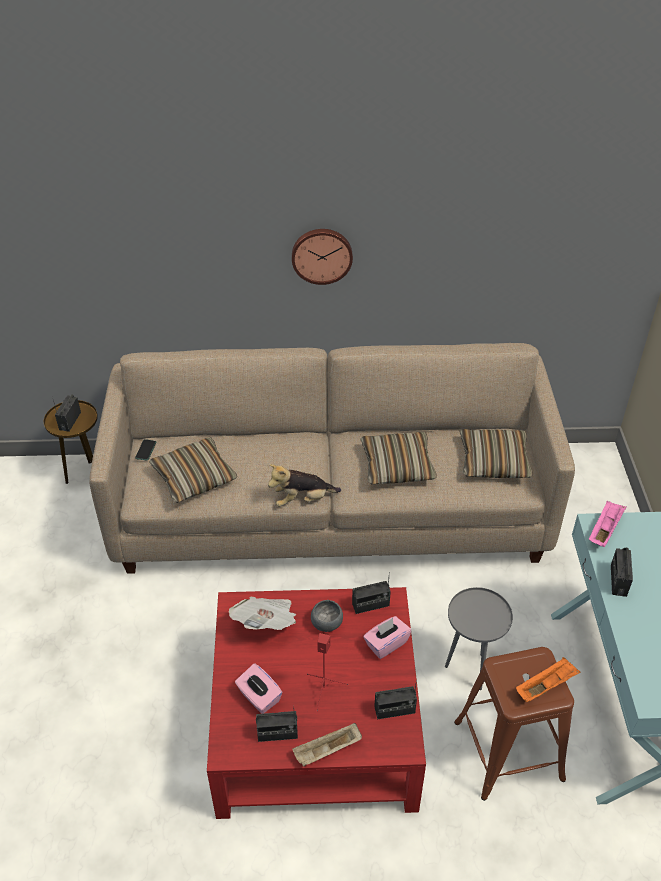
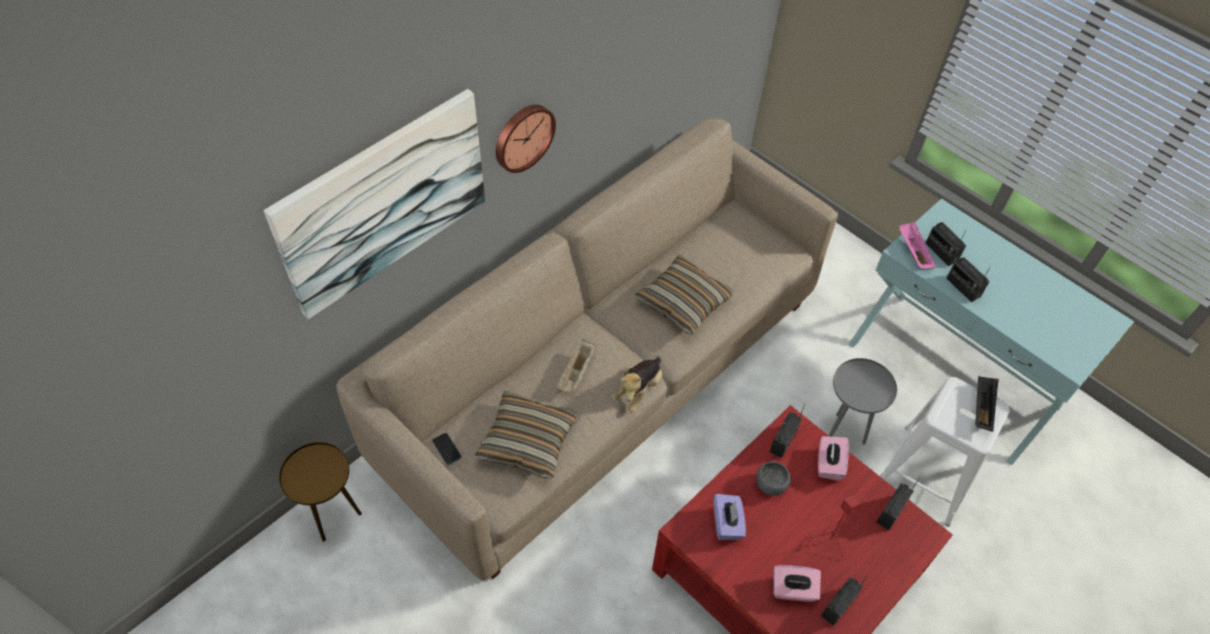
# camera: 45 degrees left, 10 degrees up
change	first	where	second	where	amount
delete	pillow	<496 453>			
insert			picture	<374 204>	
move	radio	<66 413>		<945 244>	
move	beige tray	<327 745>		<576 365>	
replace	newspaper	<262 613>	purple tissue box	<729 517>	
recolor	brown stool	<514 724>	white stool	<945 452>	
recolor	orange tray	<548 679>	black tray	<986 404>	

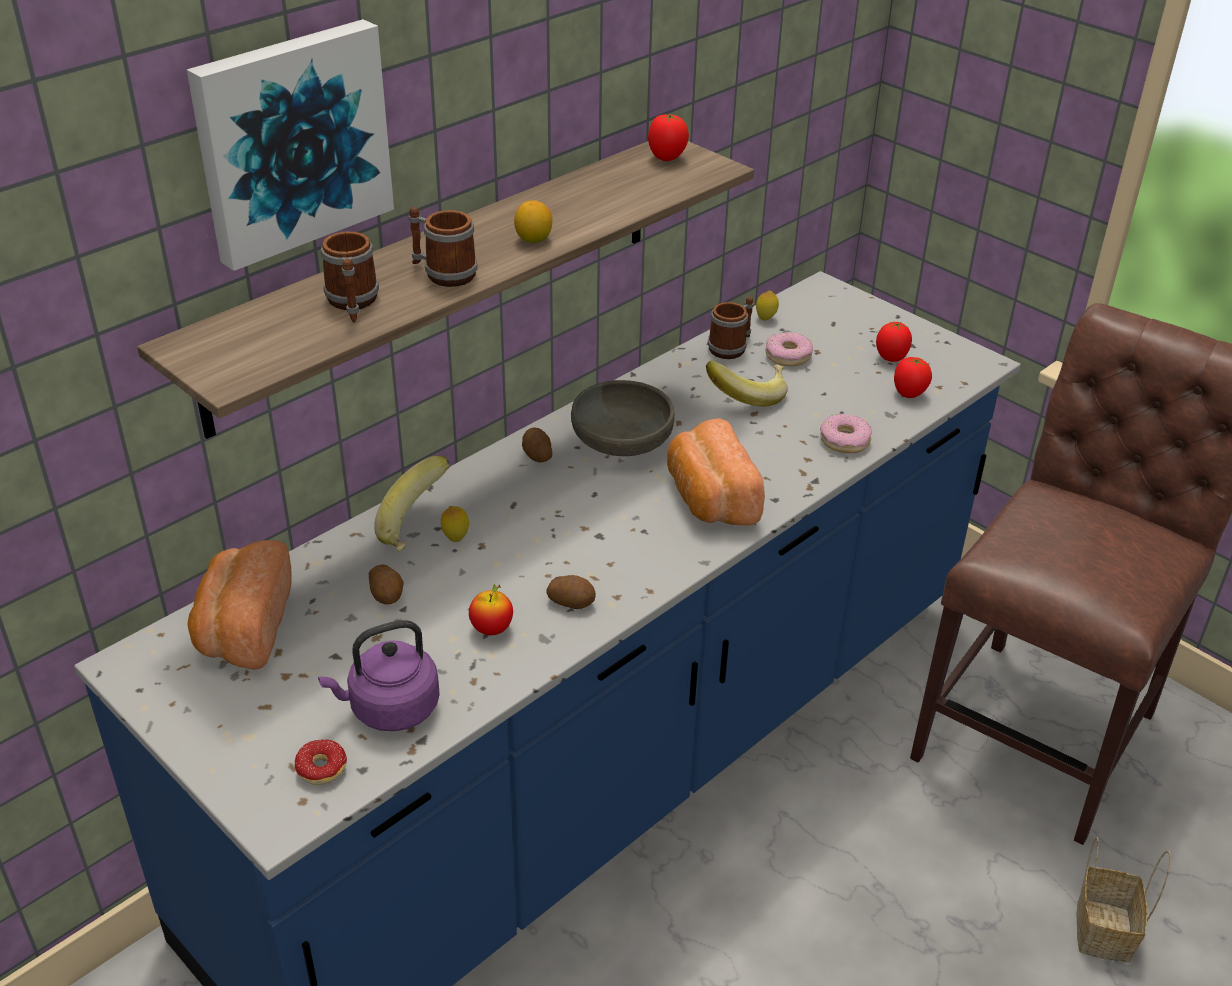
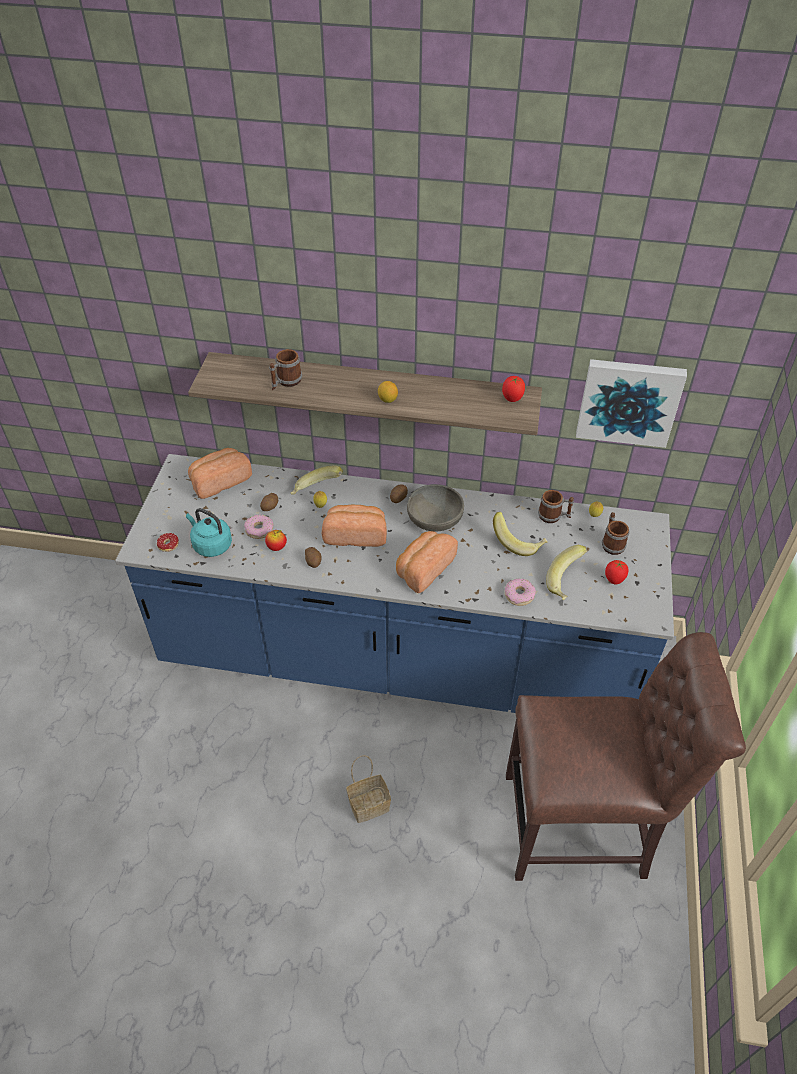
# camera: 55 degrees right, 10 degrees up
change	first	where	second	where	amount
delete	tomato	<913 377>			
insert			bread	<354 526>	
insert			banana	<566 572>	
move	picture	<290 145>		<631 403>	
move	mug	<443 247>		<615 533>	
move	donut	<789 349>		<259 526>	
move	basket	<1124 900>		<368 789>	
recolor	purple kettle	<379 675>	turquoise kettle	<209 532>	

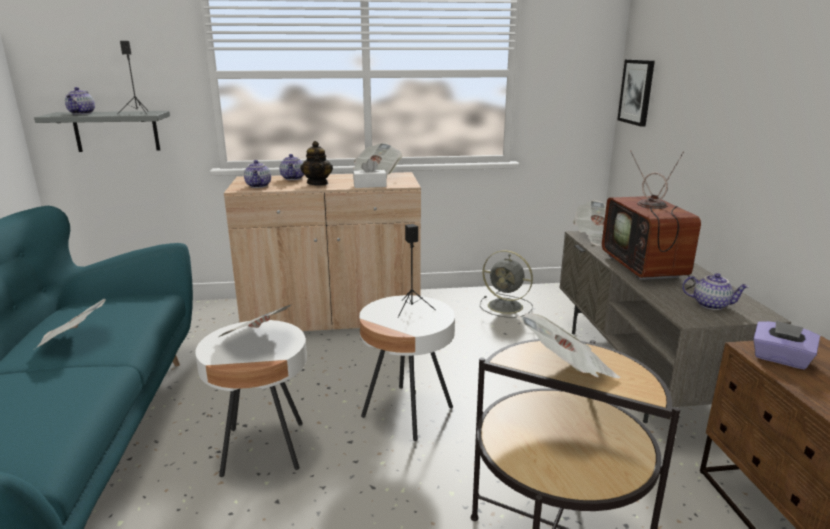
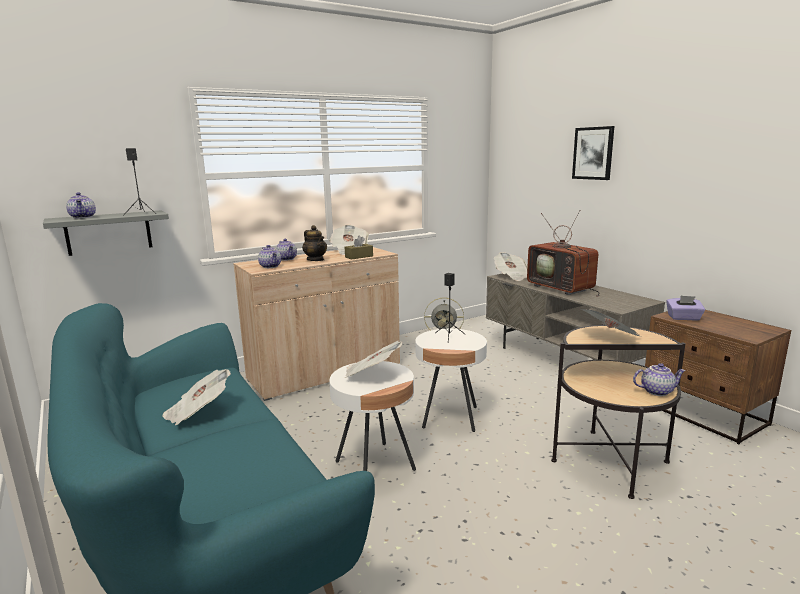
# camera: 25 degrees left, 5 degrees down
change	first	where	second	where	amount
move	picture	<636 93>		<593 153>	
move	teapot	<715 291>		<659 379>	
recolor	white tissue box	<370 173>	brown tissue box	<359 248>	

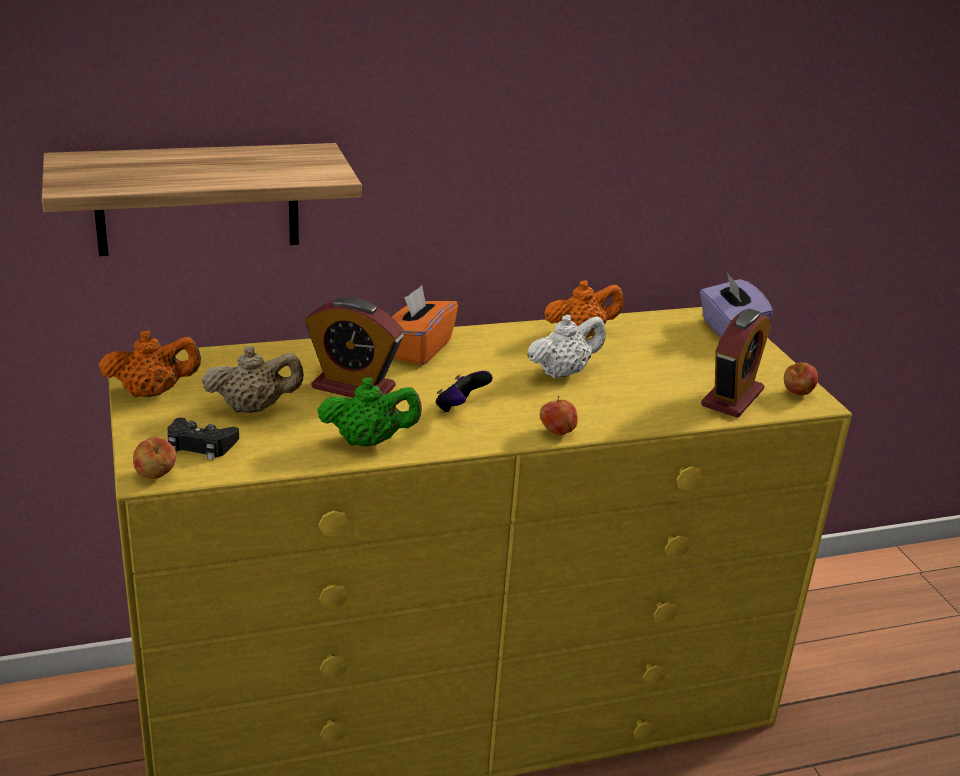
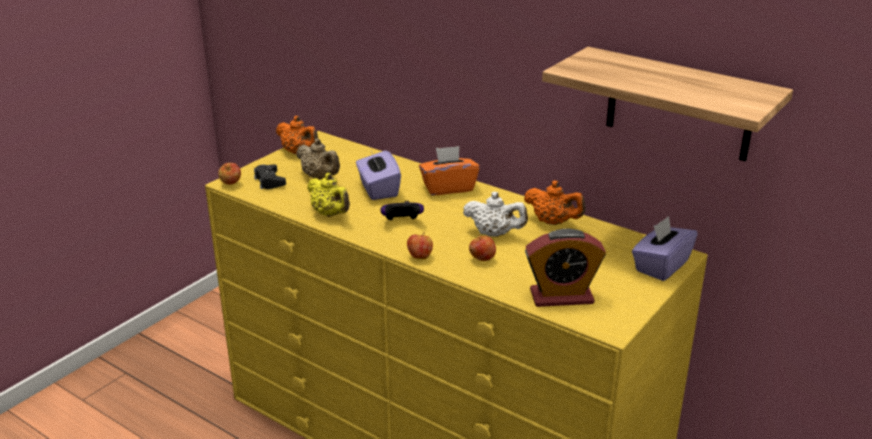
# camera: 55 degrees right, 0 degrees up
change	first	where	second	where	amount
move	shelf	<202 199>		<667 104>	
move	apple	<801 378>		<482 247>	
replace	alarm clock	<354 347>	purple tissue box	<378 173>	
recolor	green teapot	<369 411>	yellow teapot	<328 195>	

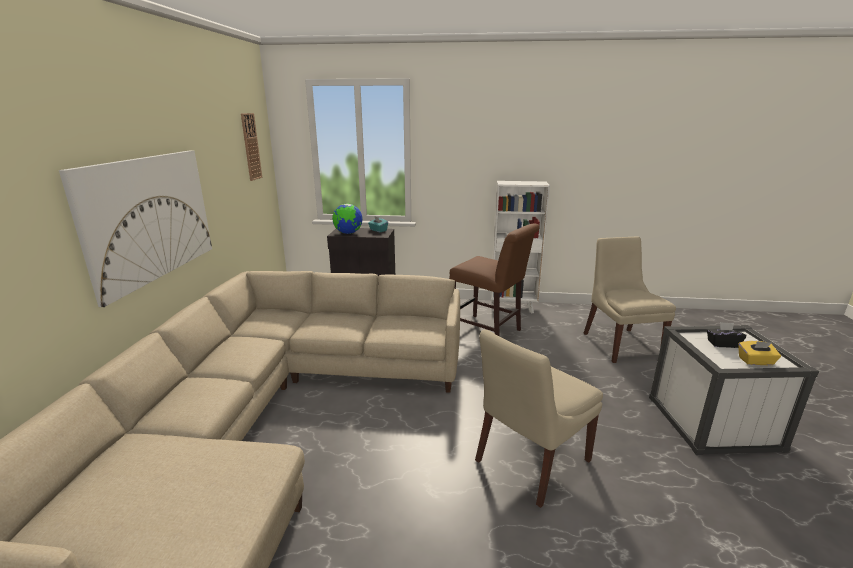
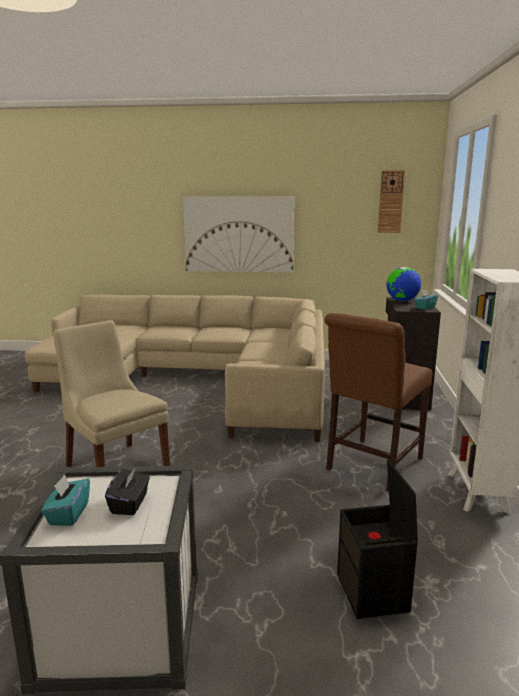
# camera: 90 degrees right, 5 degrees down
change	first	where	second	where	amount
replace	beige chair	<629 299>	black storage box	<377 539>	
recolor	yellow tissue box	<760 353>	turquoise tissue box	<65 500>	

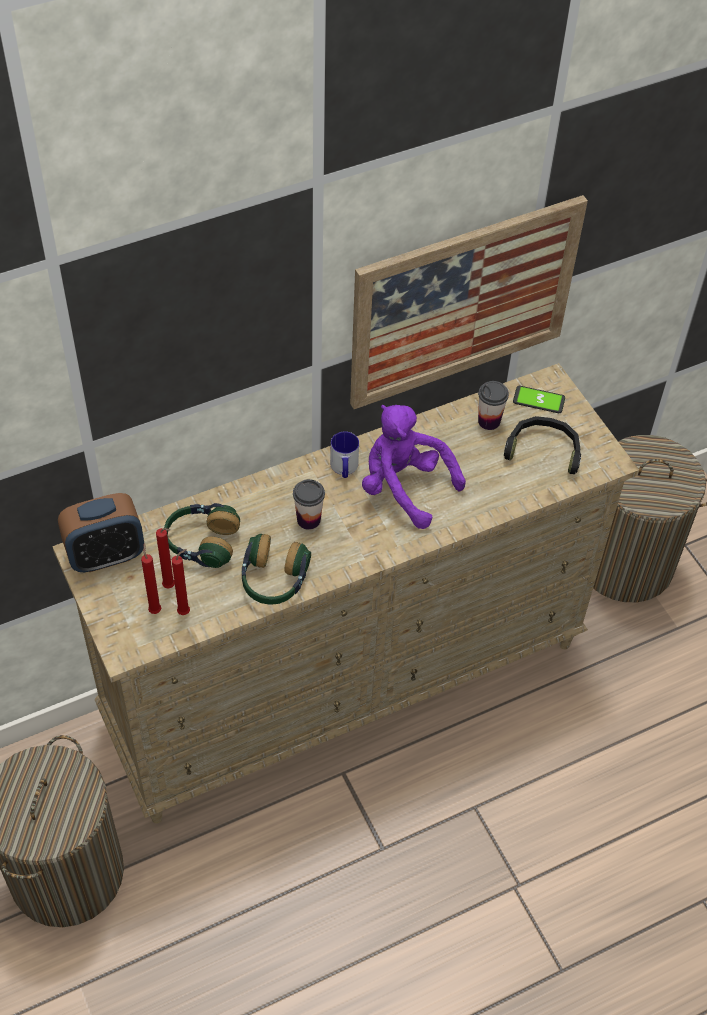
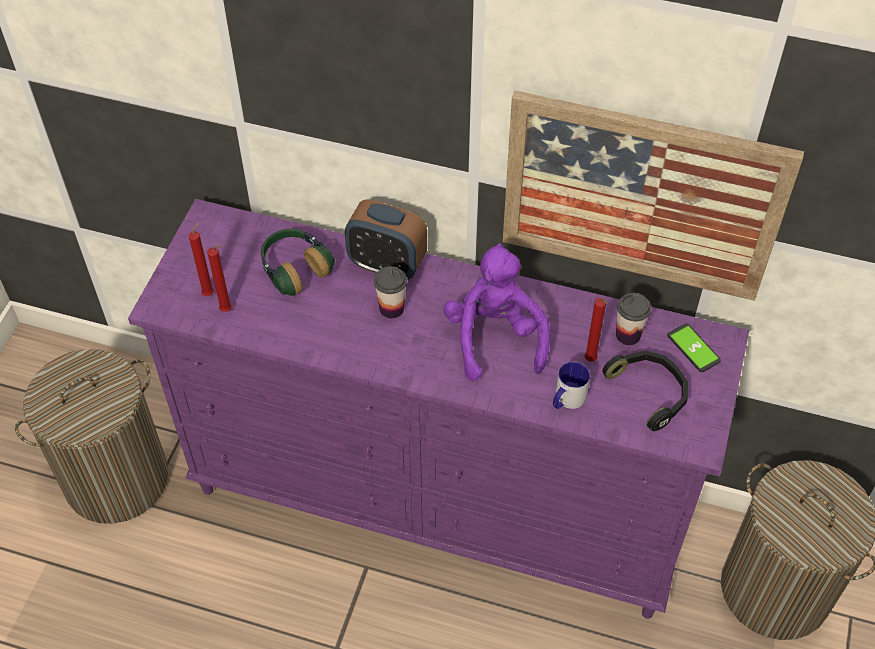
# camera: 45 degrees right, 0 degrees up
change	first	where	second	where	amount
delete	headphones	<276 569>			
move	alarm clock	<101 532>		<386 239>	
move	red candle	<165 558>		<596 330>	
move	mug	<344 454>		<571 385>	
recolor	beige dresser	<346 593>	purple dresser	<438 409>	

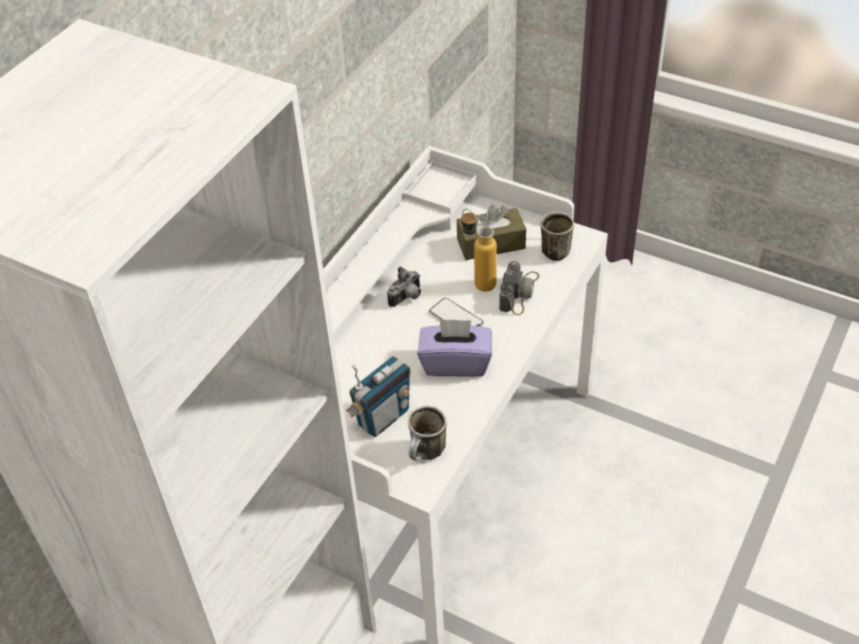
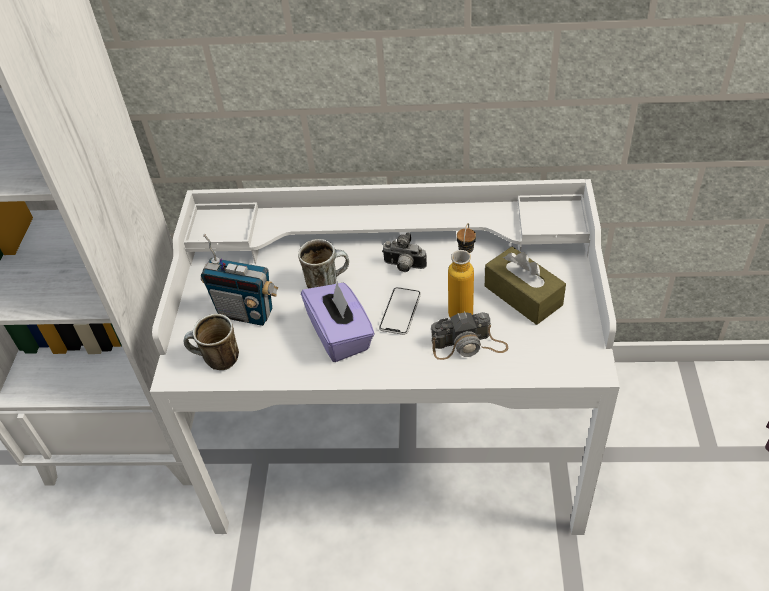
# camera: 65 degrees right, 0 degrees up
change	first	where	second	where	amount
move	mug	<557 236>		<323 263>	

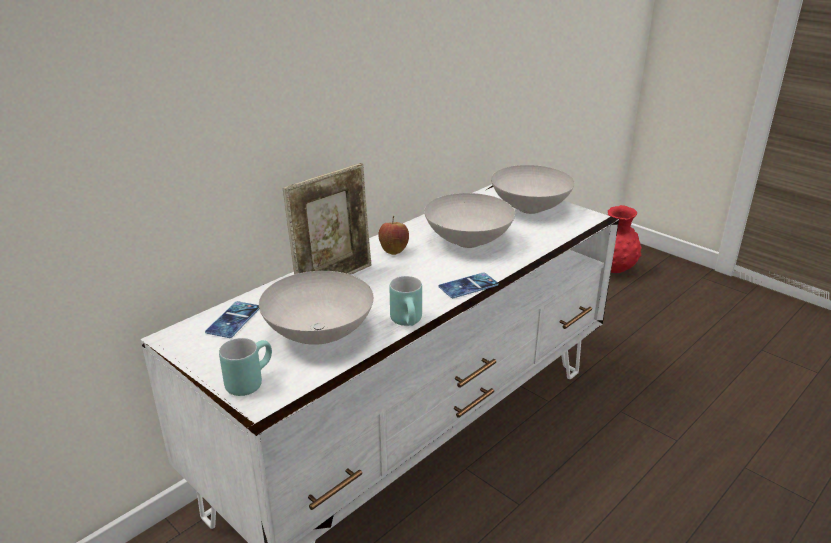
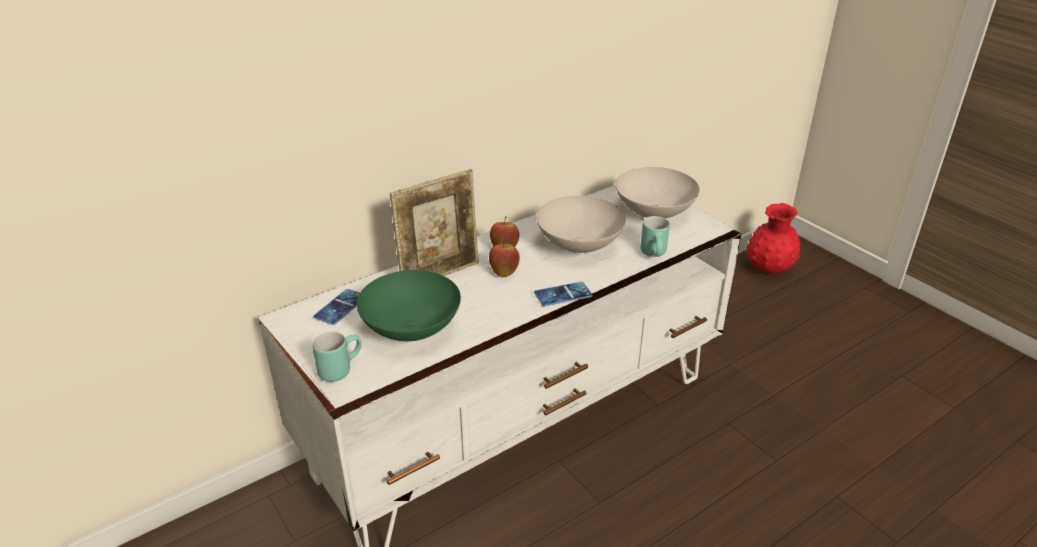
# camera: 10 degrees right, 5 degrees up
change	first	where	second	where	amount
insert			apple	<504 257>	
move	turquoise mug	<406 301>		<655 236>	
recolor	white bowl	<316 308>	green bowl	<409 305>	

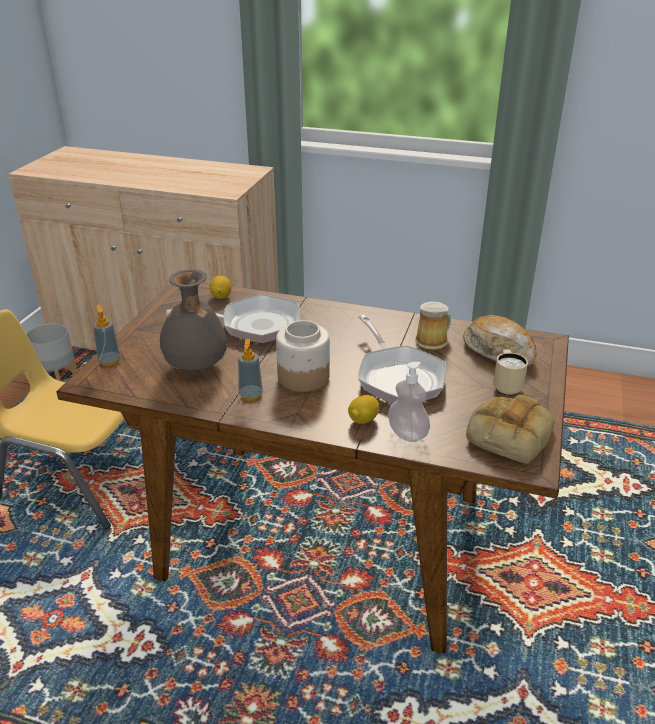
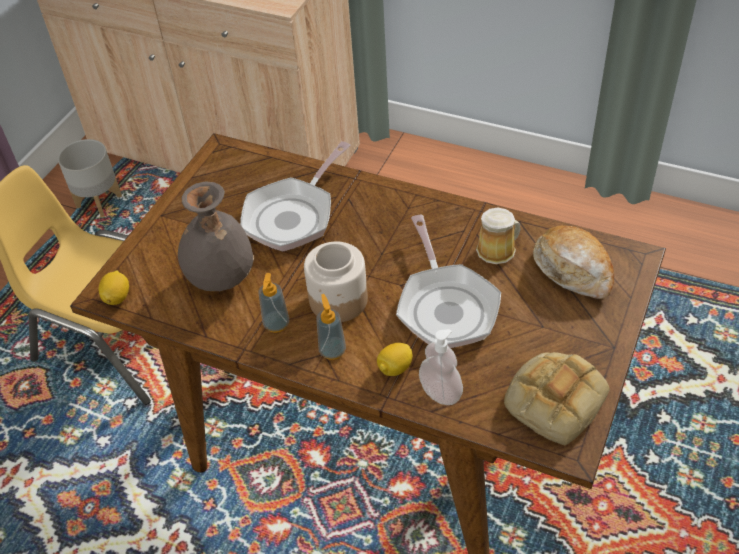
# camera: 10 degrees right, 15 degrees up
change	first	where	second	where	amount
delete	beige mug	<510 372>			
move	soap dispenser	<107 335>		<331 327>	
move	lemon	<220 287>		<114 287>	
rotate	frying pan	<233 319>		<295 196>	120 degrees clockwise

